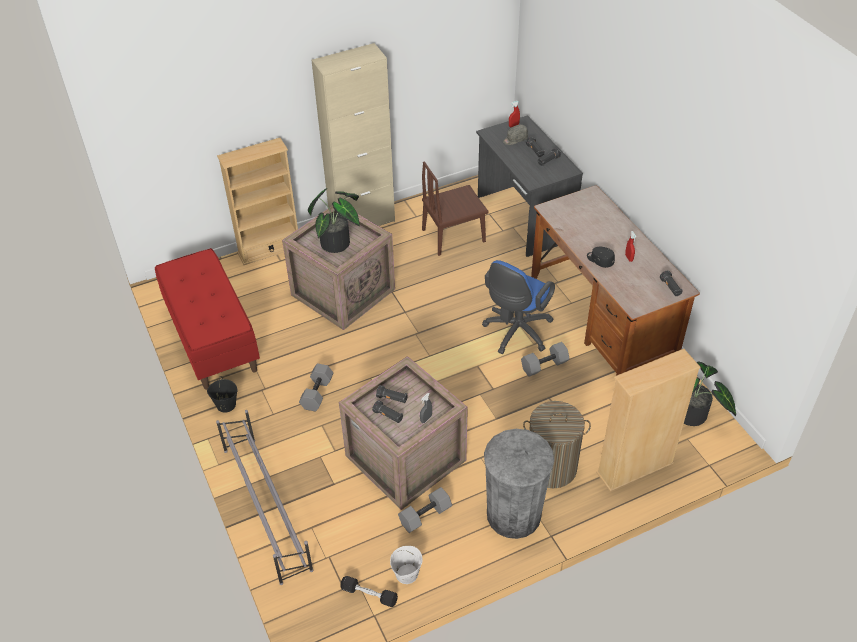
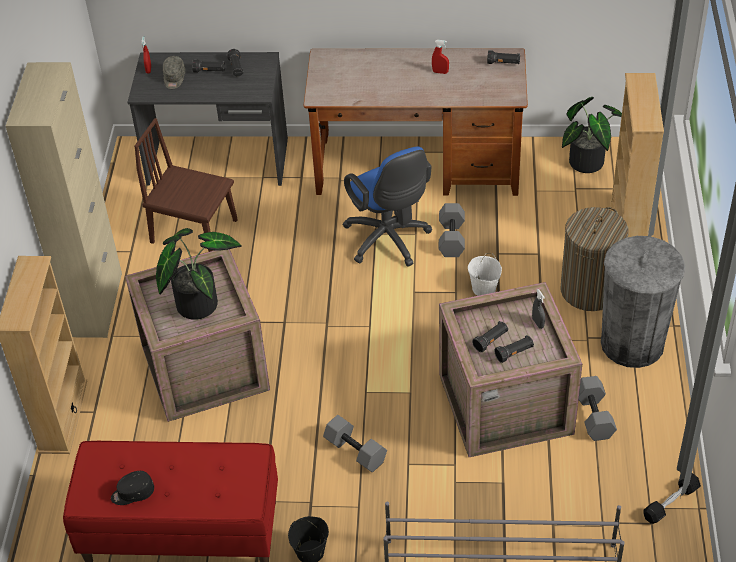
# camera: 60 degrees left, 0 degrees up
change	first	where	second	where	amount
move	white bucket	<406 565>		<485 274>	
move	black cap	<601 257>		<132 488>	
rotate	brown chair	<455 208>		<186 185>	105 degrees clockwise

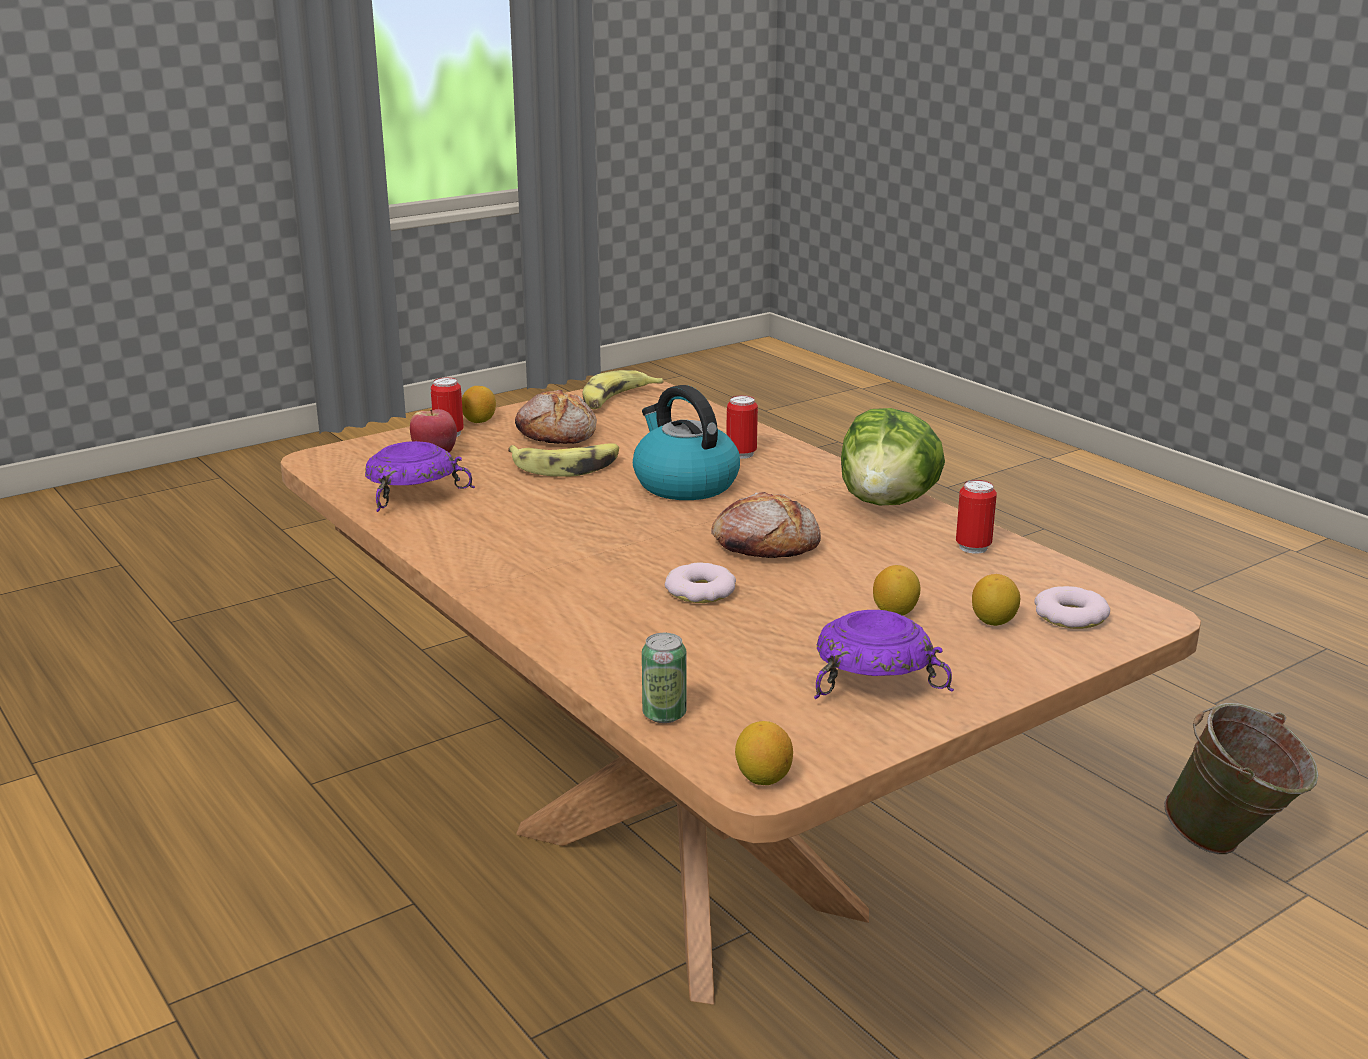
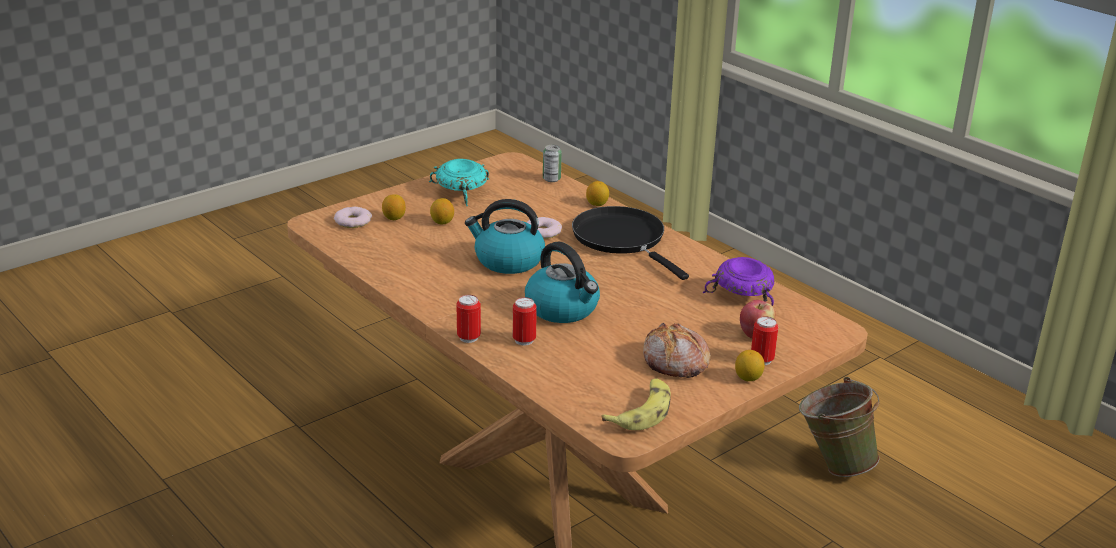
# camera: 175 degrees right, 5 degrees up
change	first	where	second	where	amount
delete	banana	<563 460>			
delete	lettuce	<893 456>			
insert			black frying pan	<630 243>	
move	lemon	<764 753>		<597 193>	
move	can	<976 517>		<468 319>	
move	green bucket	<1241 778>		<839 427>	
replace	bread	<766 525>	kettle	<505 236>	
recolor	purple bowl	<884 654>	turquoise bowl	<459 182>	

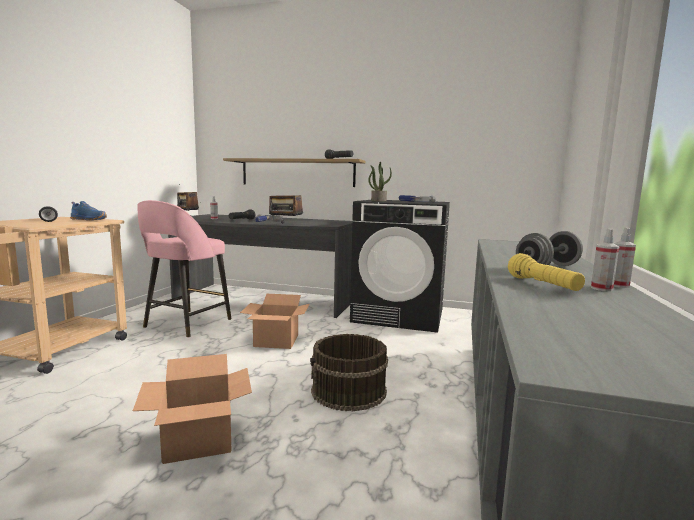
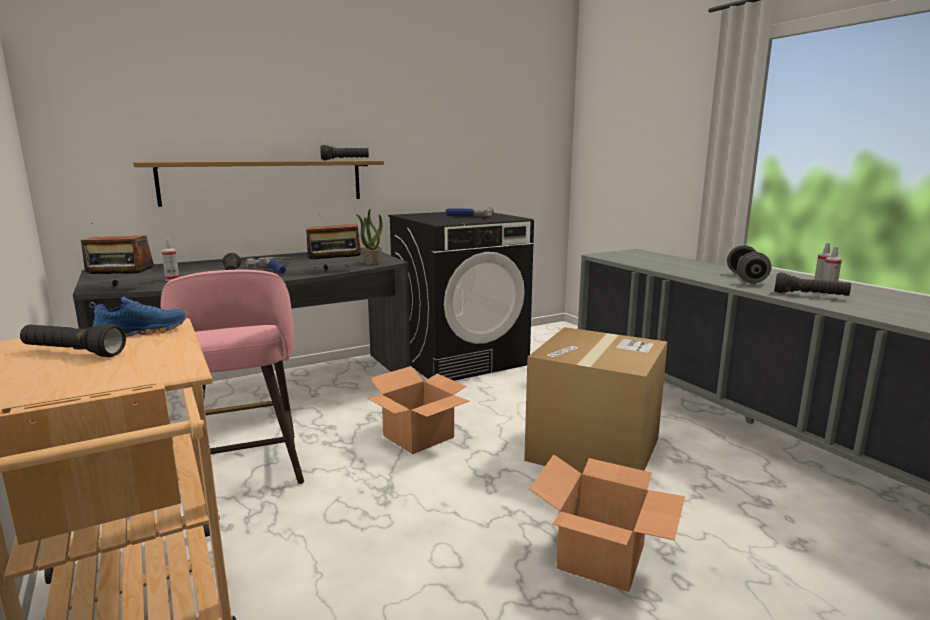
# camera: 45 degrees left, 5 degrees up
change	first	where	second	where	amount
move	potted plant	<380 182>		<369 237>	
replace	brown bucket	<349 373>	cardboard box	<595 400>	
recolor	yellow flashlight	<546 272>	black flashlight	<813 284>	

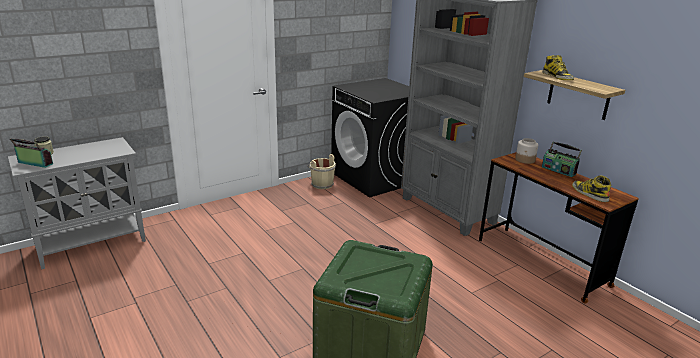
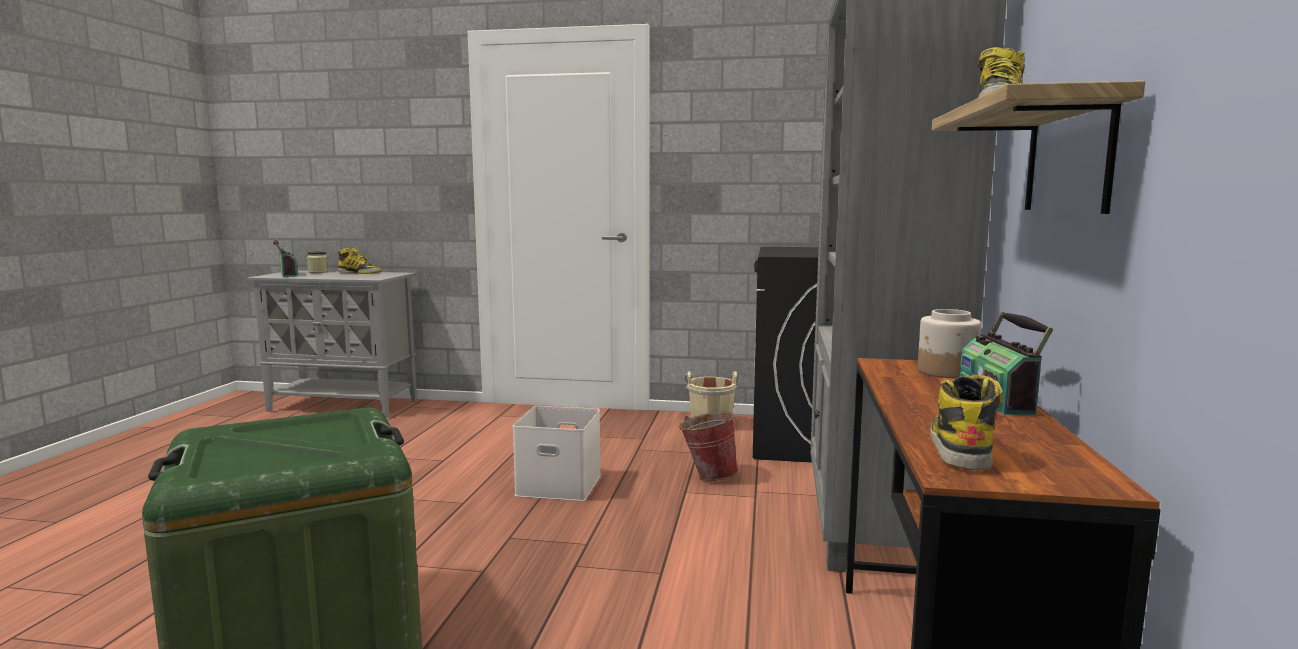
# camera: 45 degrees right, 15 degrees down
change	first	where	second	where	amount
insert			boot	<359 260>	
insert			white storage box	<556 453>	
insert			bucket	<708 446>	

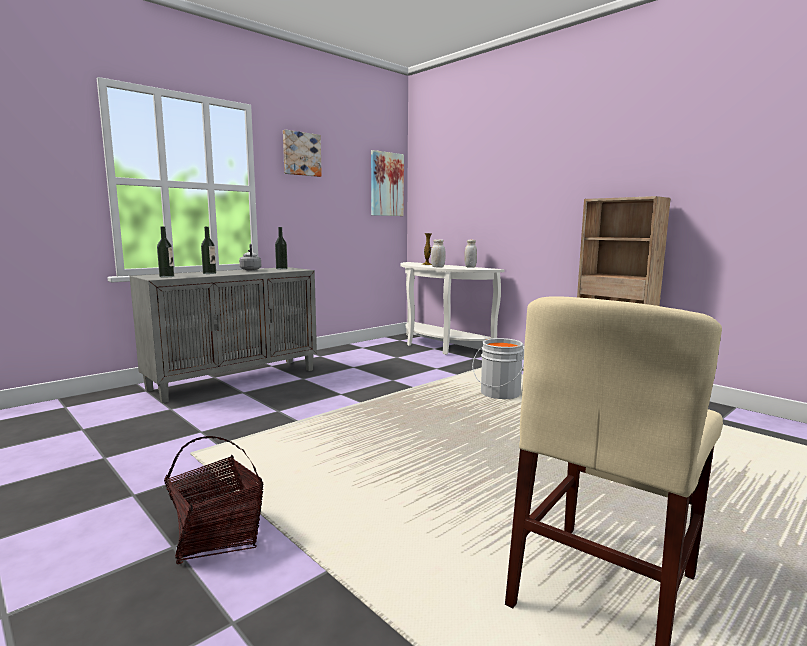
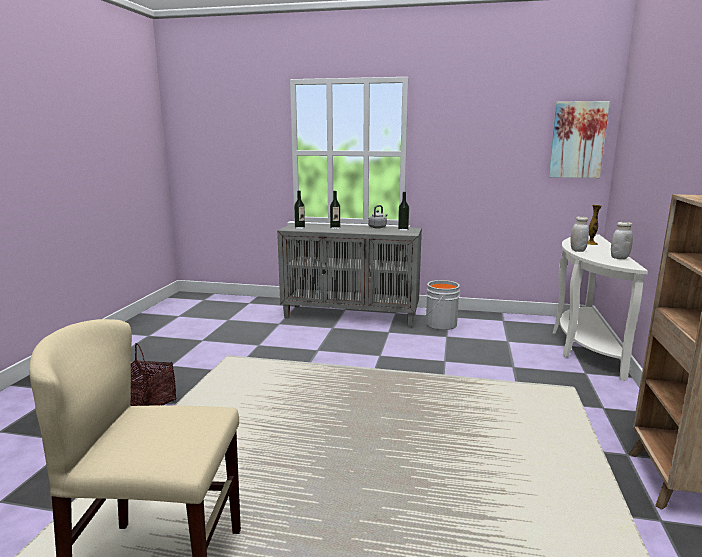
# camera: 55 degrees right, 5 degrees up
change	first	where	second	where	amount
delete	picture	<302 153>			
move	grey bucket	<498 368>		<442 305>	

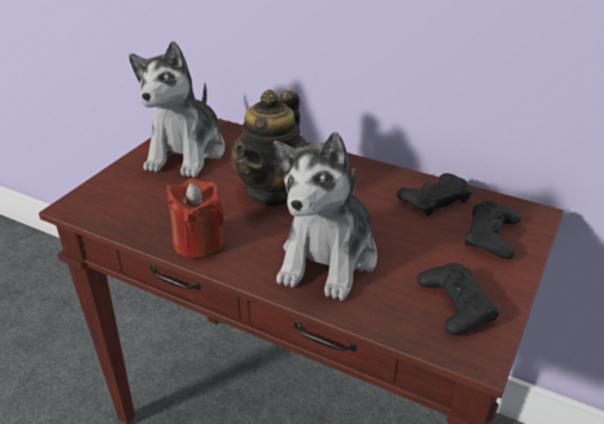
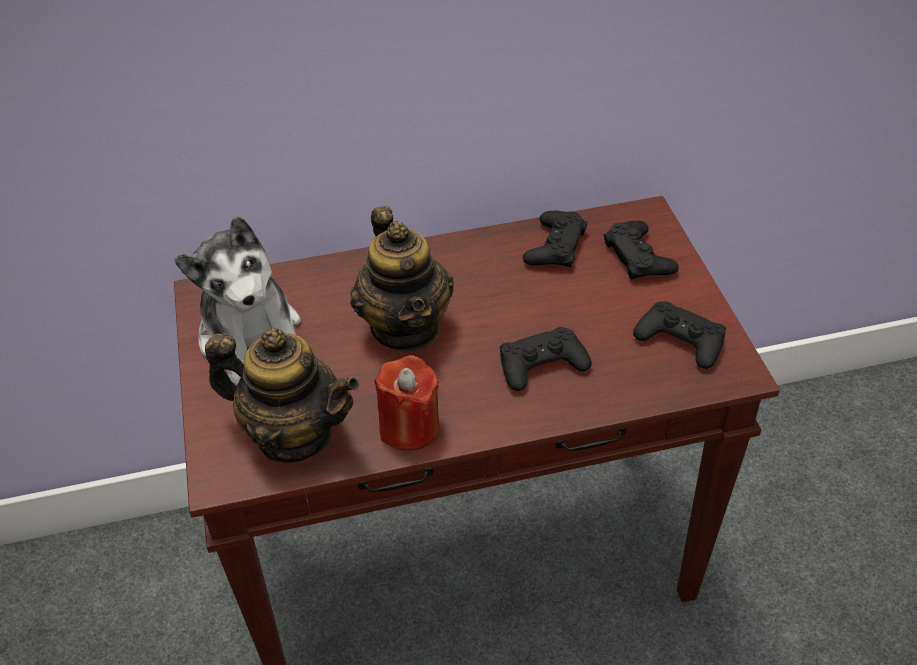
# camera: 40 degrees left, 10 degrees up
change	first	where	second	where	amount
insert			teapot	<282 395>	
replace	plush toy	<325 216>	black game controller	<546 359>	

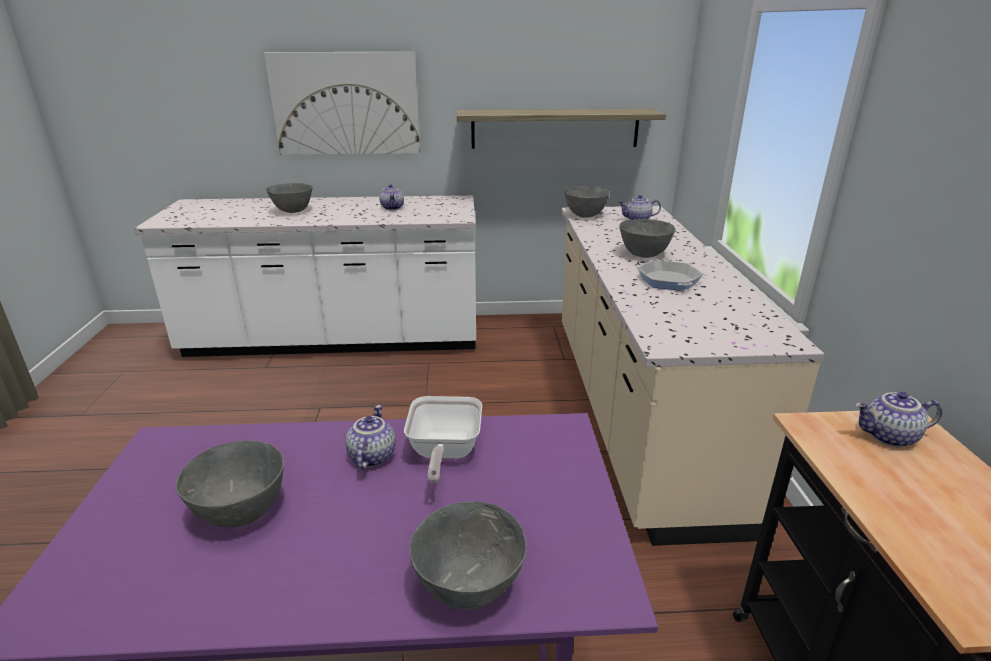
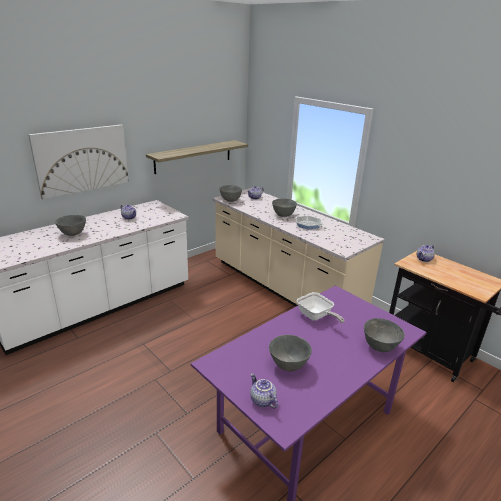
# camera: 40 degrees left, 0 degrees up
change	first	where	second	where	amount
move	teapot	<370 437>		<264 391>	

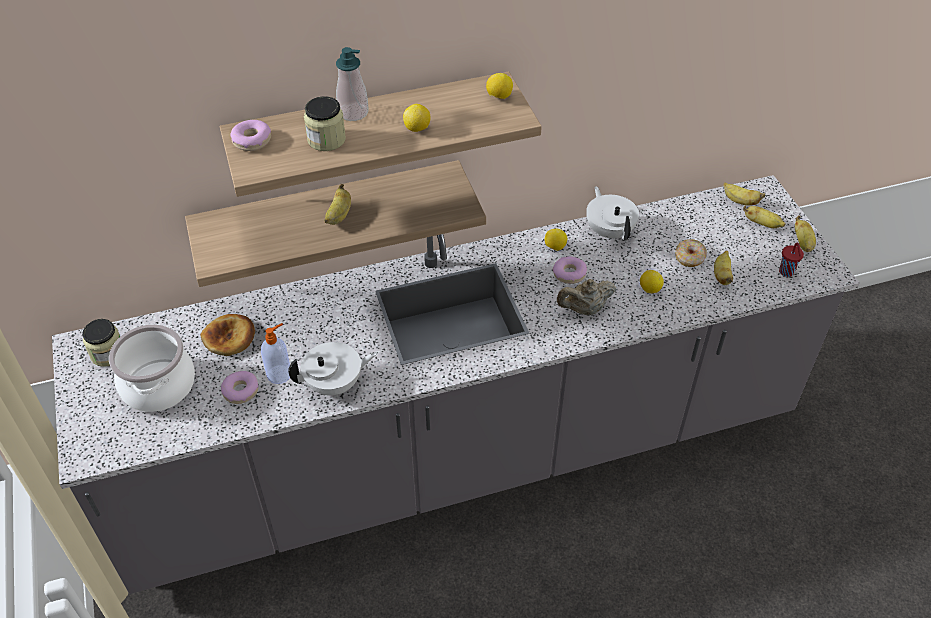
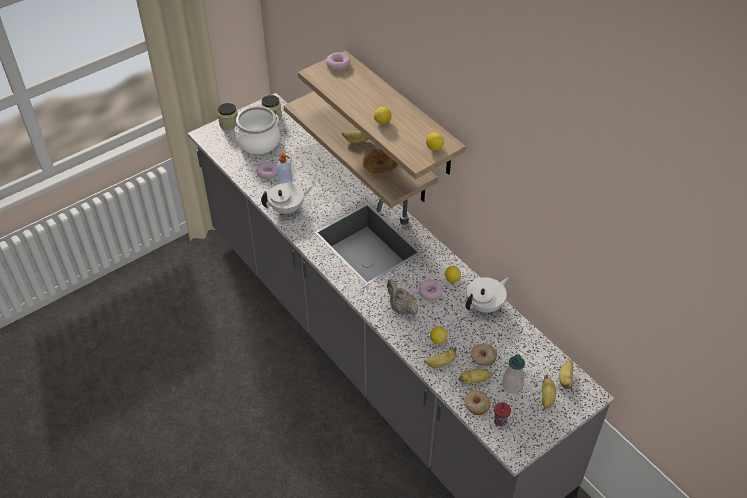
# camera: 70 degrees right, 0 degrees up
change	first	where	second	where	amount
insert			donut	<477 402>	
move	bread	<228 335>		<380 161>	
move	jar	<325 123>		<228 116>	
move	soap dispenser	<352 84>		<513 373>	
move	banana	<805 233>		<440 358>	
rotate	white teapot	<332 369>		<286 199>	75 degrees counterclockwise

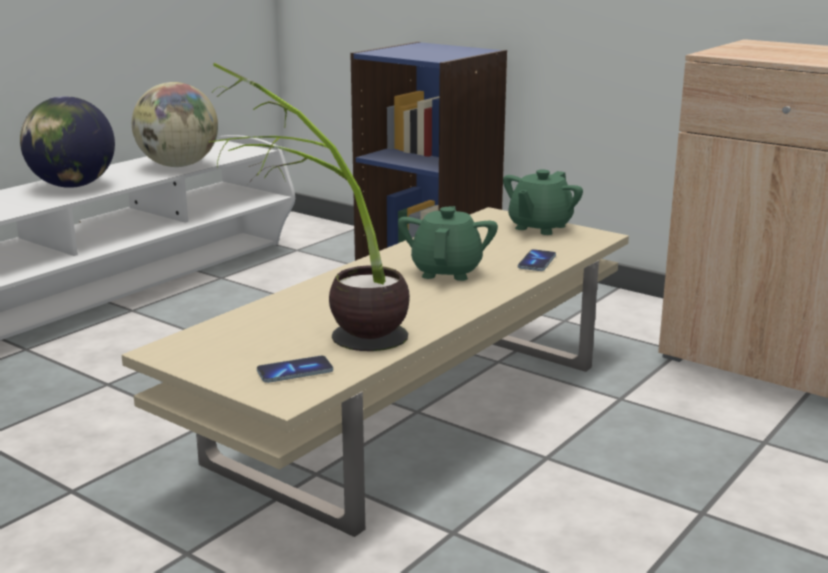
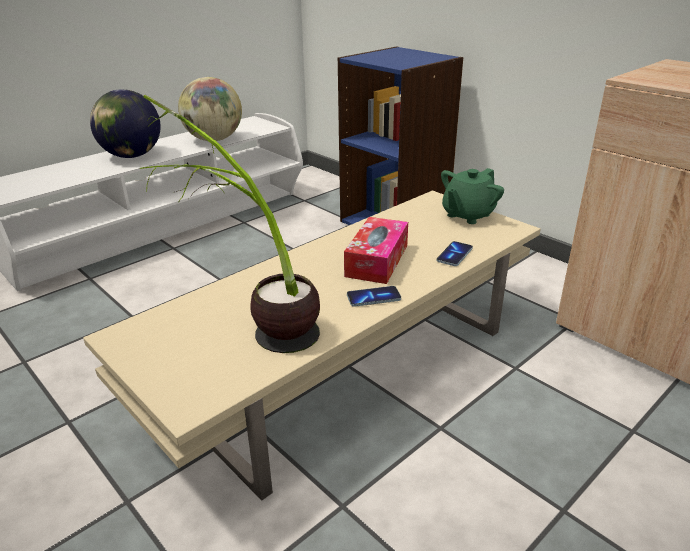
# camera: 10 degrees right, 10 degrees up
change	first	where	second	where	amount
move	phone	<295 369>		<374 296>	
replace	green teapot	<448 243>	tissue box	<376 250>	

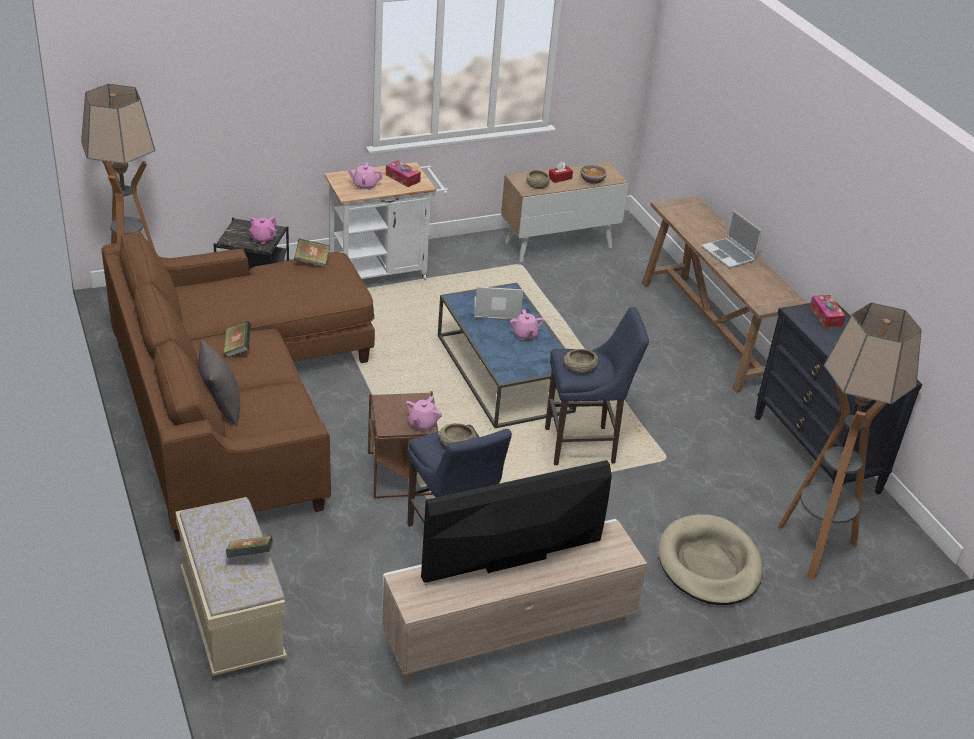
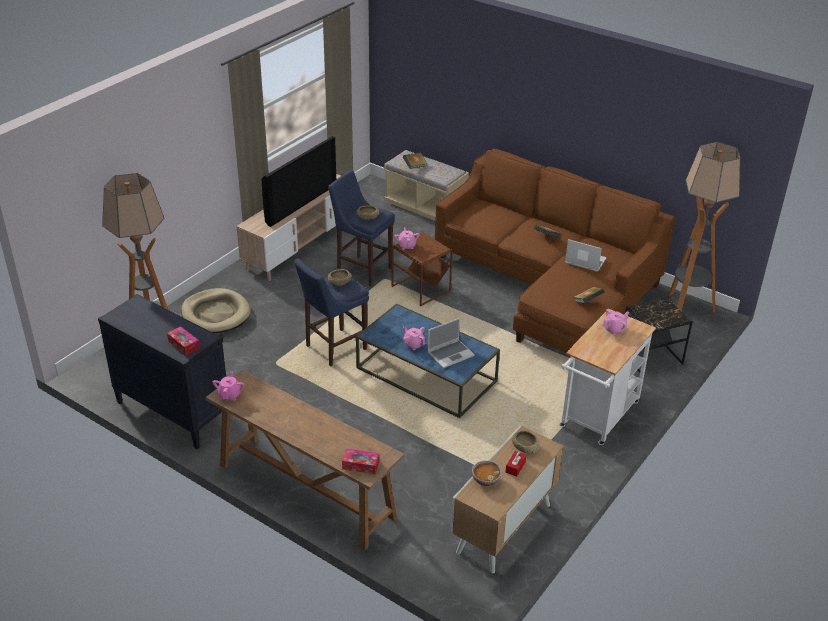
# camera: 150 degrees right, 0 degrees up
change	first	where	second	where	amount
delete	grey pillow	<219 383>			
move	pink teapot	<263 230>		<228 386>	
move	tissue box	<403 173>		<360 461>	
move	laptop	<731 239>		<586 255>	

